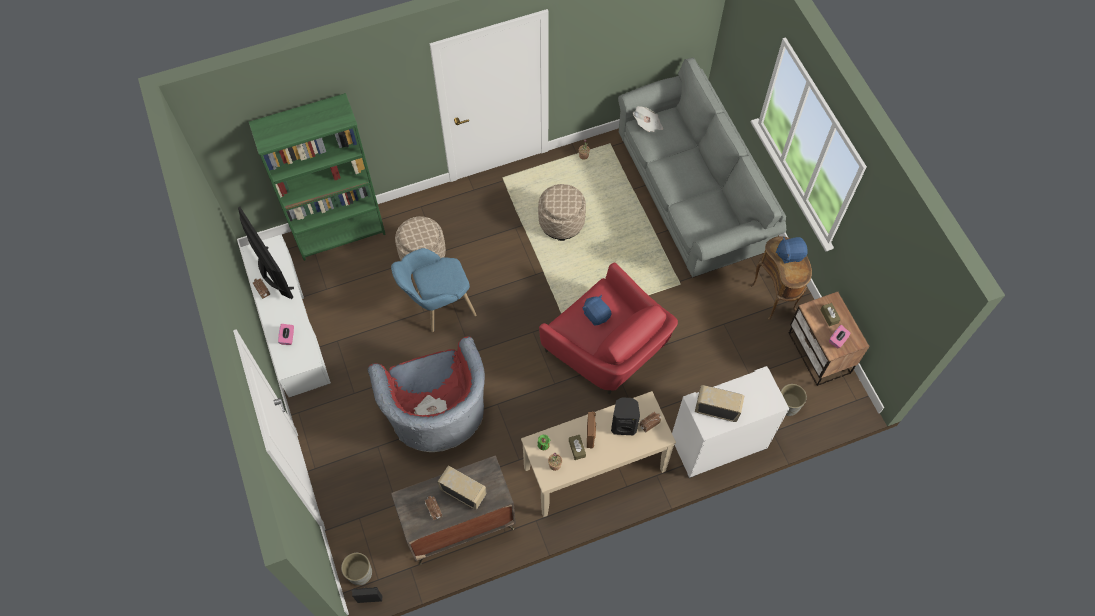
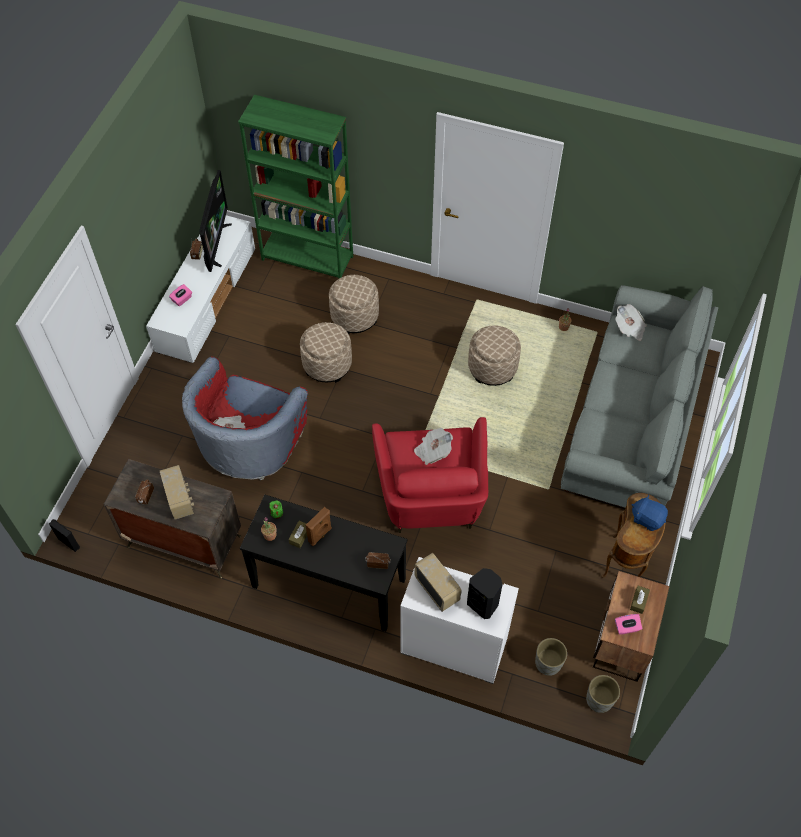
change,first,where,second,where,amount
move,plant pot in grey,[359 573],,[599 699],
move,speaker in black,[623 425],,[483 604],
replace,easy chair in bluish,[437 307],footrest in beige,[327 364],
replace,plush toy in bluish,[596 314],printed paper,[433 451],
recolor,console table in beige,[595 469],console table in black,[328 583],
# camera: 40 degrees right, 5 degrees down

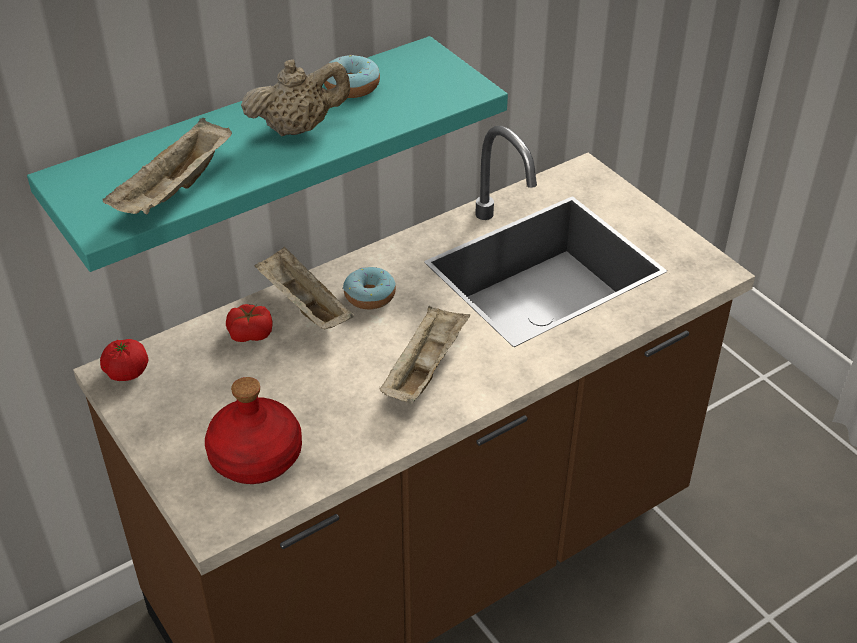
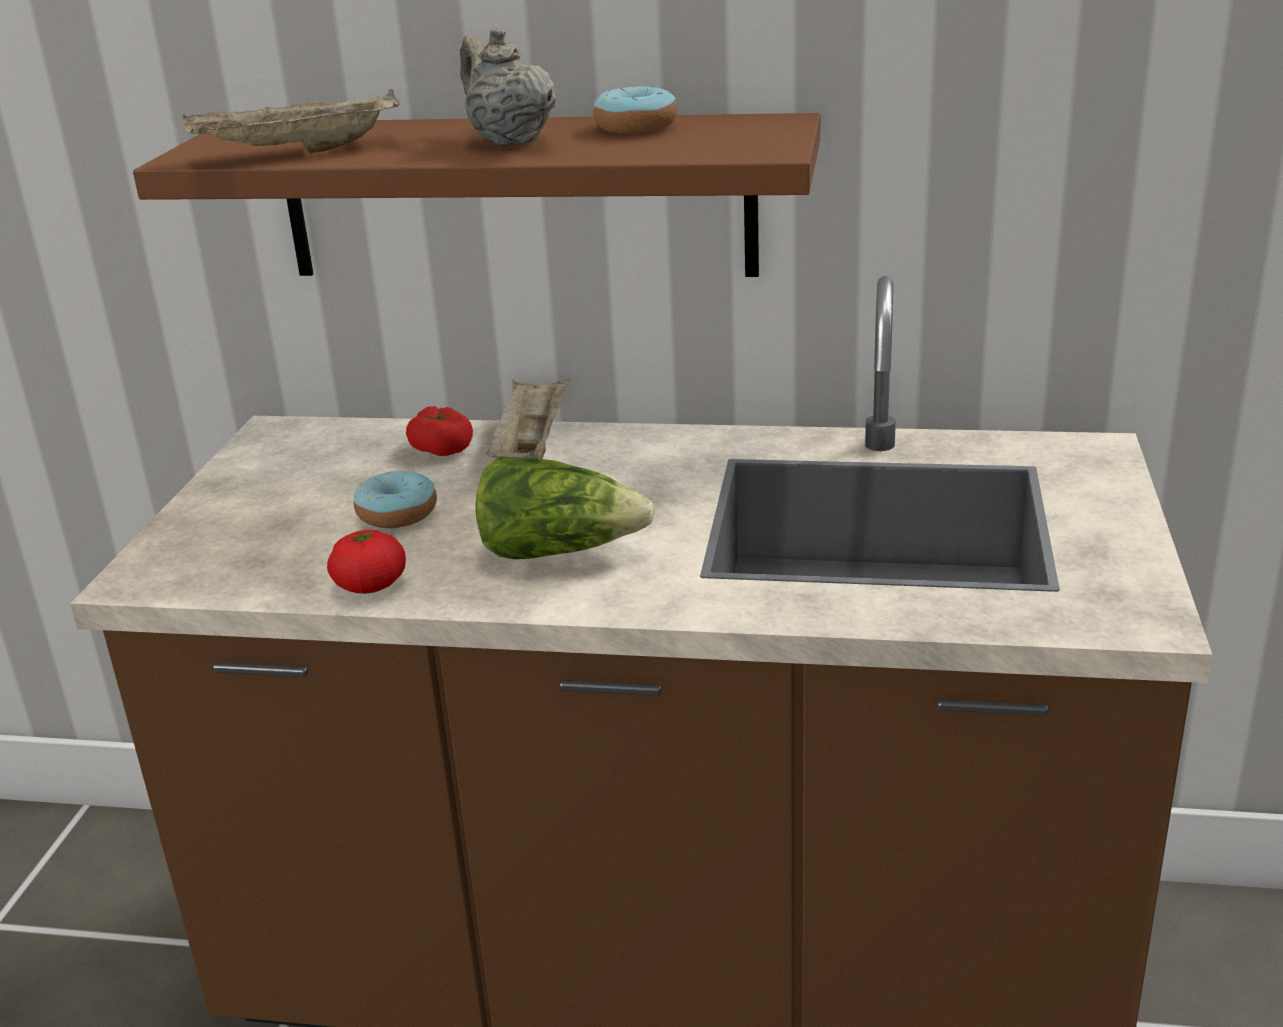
change,first,where,second,where,amount
delete,bottle in red-coloured,[255 457],,,
move,fresh tomato,[127 372],,[370 585],
move,doughnut,[369 296],,[397 514],
replace,tray in beige,[425 369],lettuce,[559 551],
recolor,wall shelf in turquoise,[250 148],wall shelf in brown,[516 198],
rotate,tea pot in beige,[298 128],,[508 141],150 degrees counterclockwise
# camera: 45 degrees right, 15 degrees down

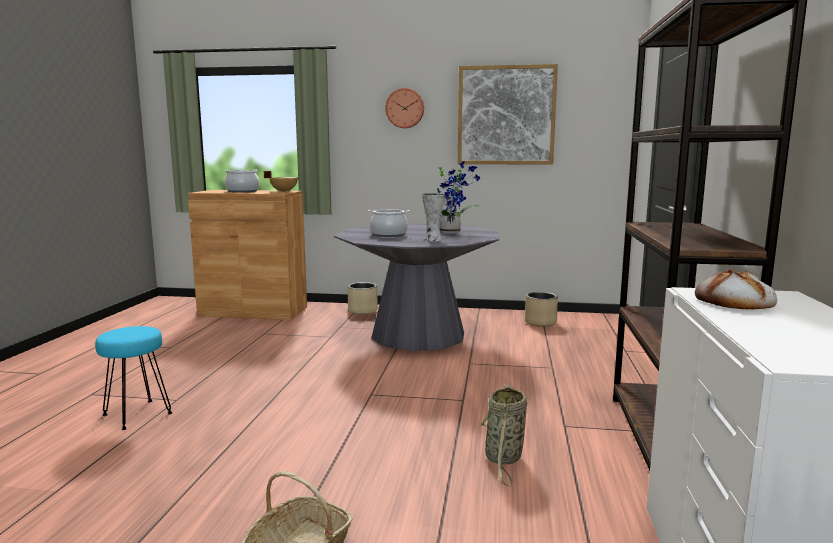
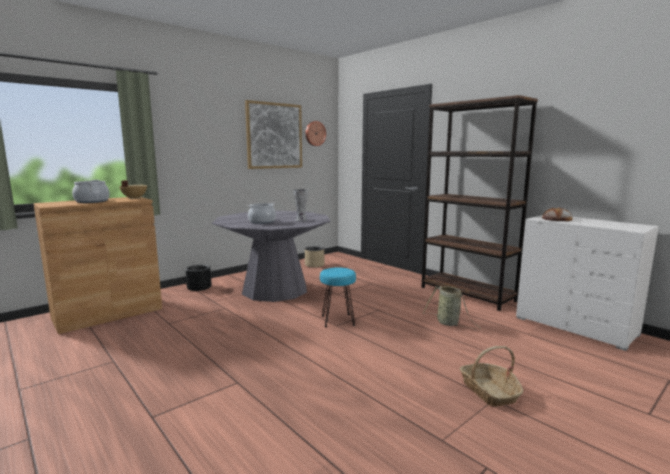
change,first,where,second,where,amount
delete,houseplant,[452 232],,,
move,stool in turquoise,[136 415],,[337 321],
move,hanging clock,[405 108],,[315 133],
recolor,plant pot in beige,[362 311],plant pot in black,[199 287],
# camera: 50 degrees left, 0 degrees up

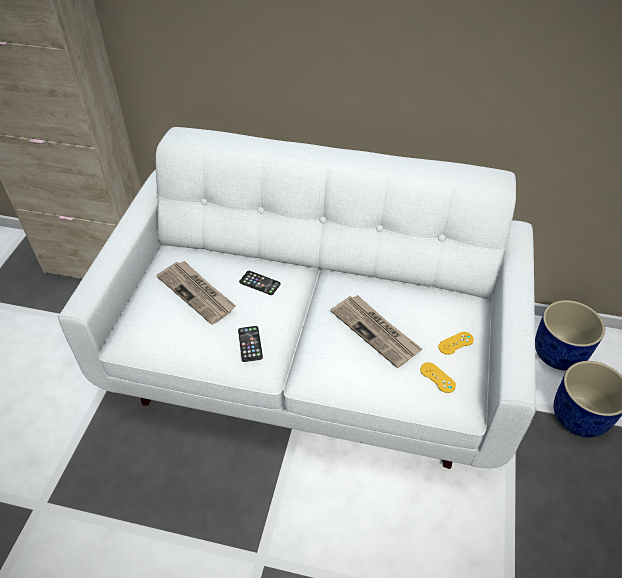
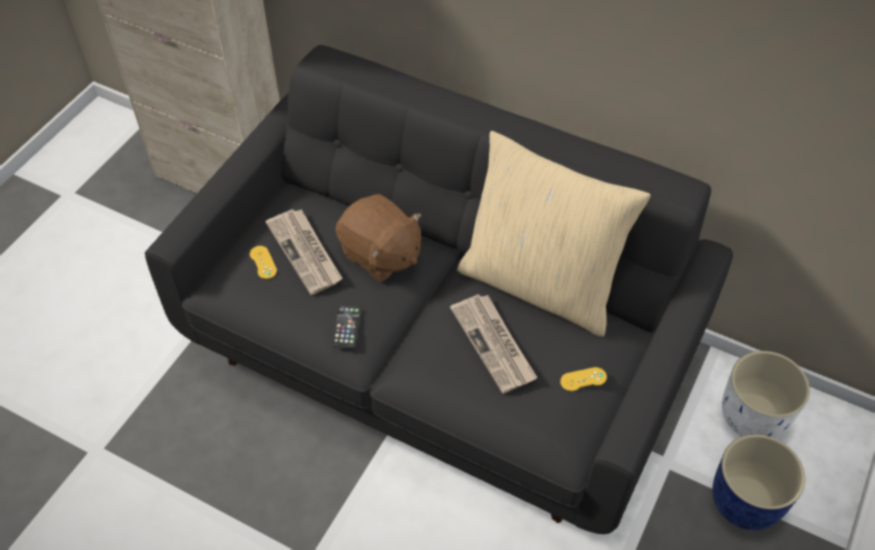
change,first,where,second,where,amount
insert,,,cushion in beige,[540 284],
move,gamepad in yellowish,[437 377],,[263 262],
replace,phone,[259 283],plush toy in brown,[380 255],
recolor,couch in white,[312 359],couch in black,[439 354],
recolor,plant pot in bluish,[559 353],plant pot in white,[754 417],
# camera: 15 degrees right, 5 degrees up

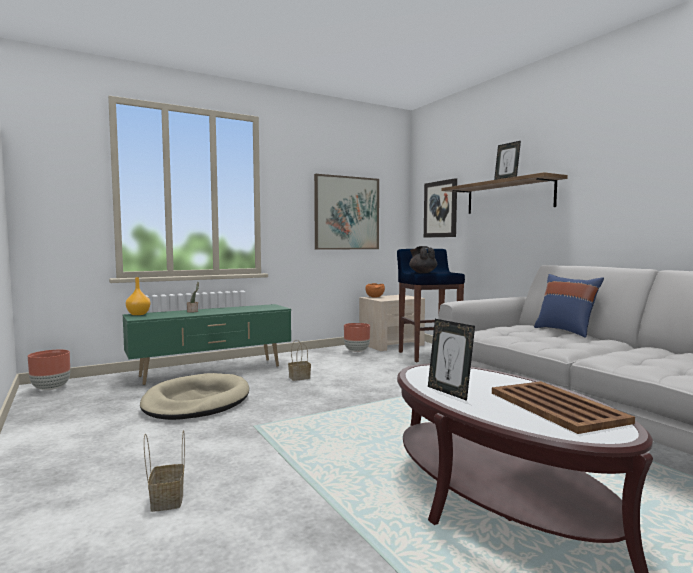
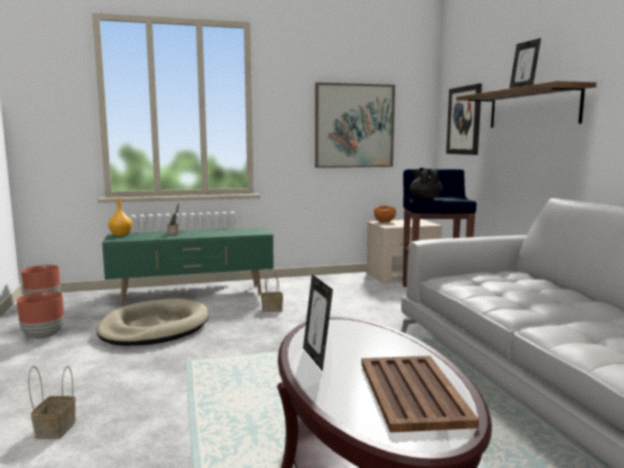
change,first,where,second,where,amount
delete,cushion in bluish,[566 331],,,
move,plant pot in brown,[356 351],,[43 336],
# camera: 15 degrees right, 5 degrees up

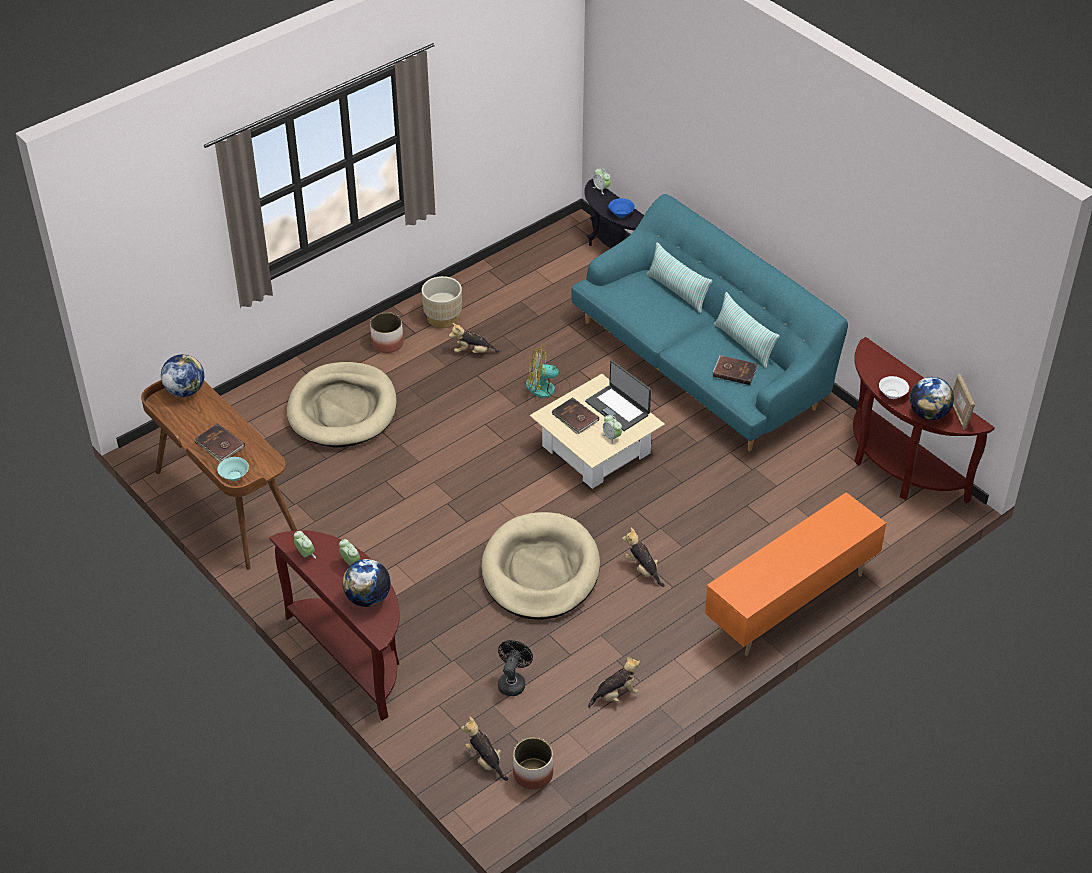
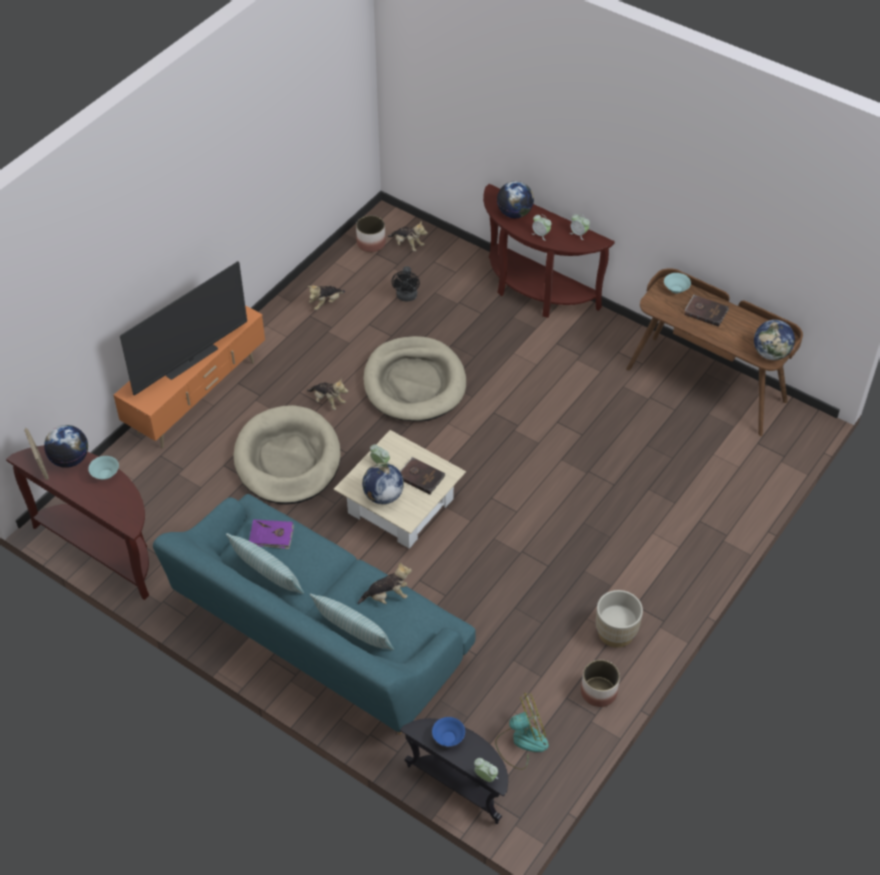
change,first,where,second,where,amount
insert,,,TV set,[191 361],
move,pet bed in beige,[342 409],,[287 459],
move,plant pot,[387 343],,[599 692],
move,plush toy,[473 352],,[387 596],
move,fan,[547 388],,[521 742],
replace,laptop,[618 408],world globe,[383 496],
recolor,volume in brown,[734 371],volume in purple-coloured,[271 536],
recolor,deep dish in white,[892 394],deep dish in turquoise,[105 474],
# camera: 165 degrees right, 5 degrees up

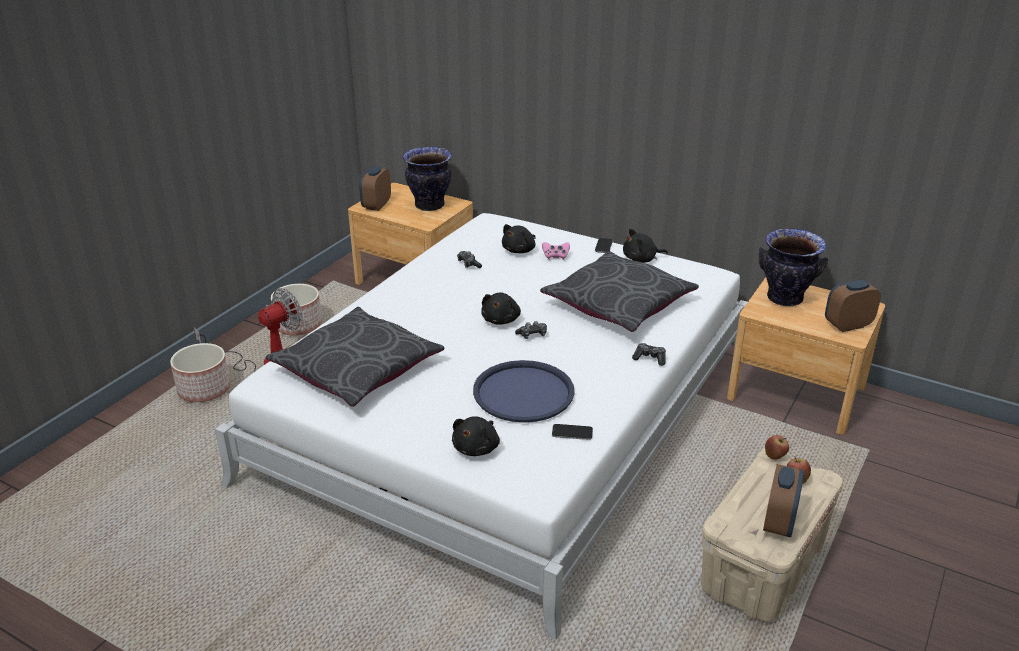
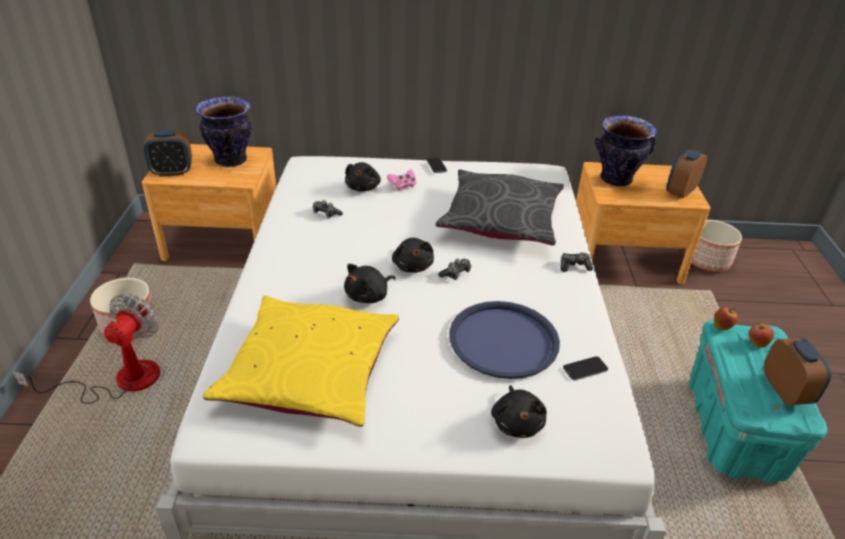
change,first,where,second,where,amount
move,plant pot,[204 390],,[707 261],
move,plush toy in black,[641 259],,[369 296],
recolor,cushion in grey,[357 369],cushion in yellowish,[309 371],
recolor,storage bin in beige,[761 567],storage bin in turquoise,[732 427],
rotate,alarm clock,[376 205],,[172 172],90 degrees counterclockwise
# camera: 30 degrees left, 5 degrees up

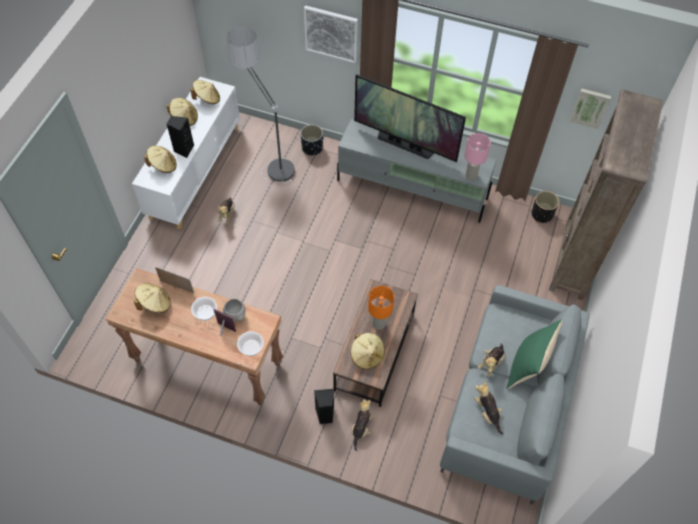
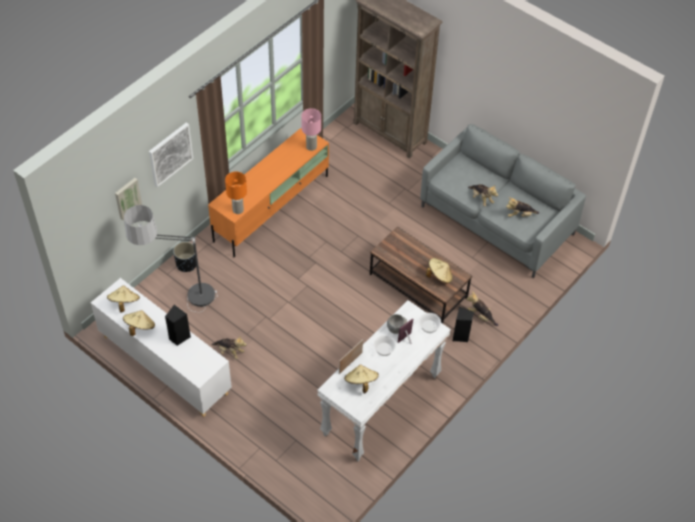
change,first,where,second,where,amount
delete,hat in beige,[163 165],,,
delete,TV set,[405 144],,,
delete,cushion in green,[527 366],,,
delete,plant pot in black,[542 214],,,
move,table lamp in orange-coloured,[378 324],,[238 210],
move,picture,[590 107],,[127 198],
recolor,console table in brown,[207 363],console table in white,[381 406],
recolor,tv stand in grey,[412 190],tv stand in orange-coloured,[272 208],
# camera: 70 degrees left, 5 degrees down

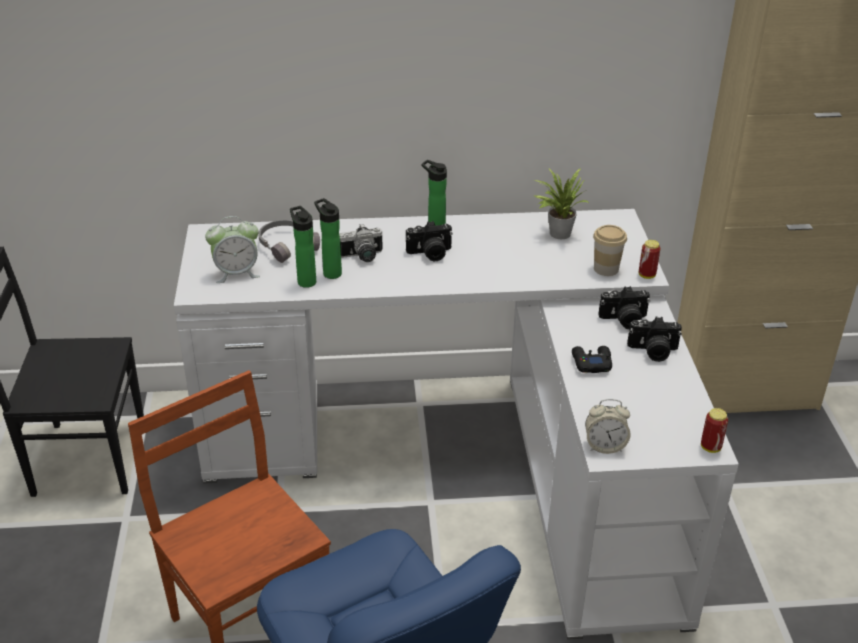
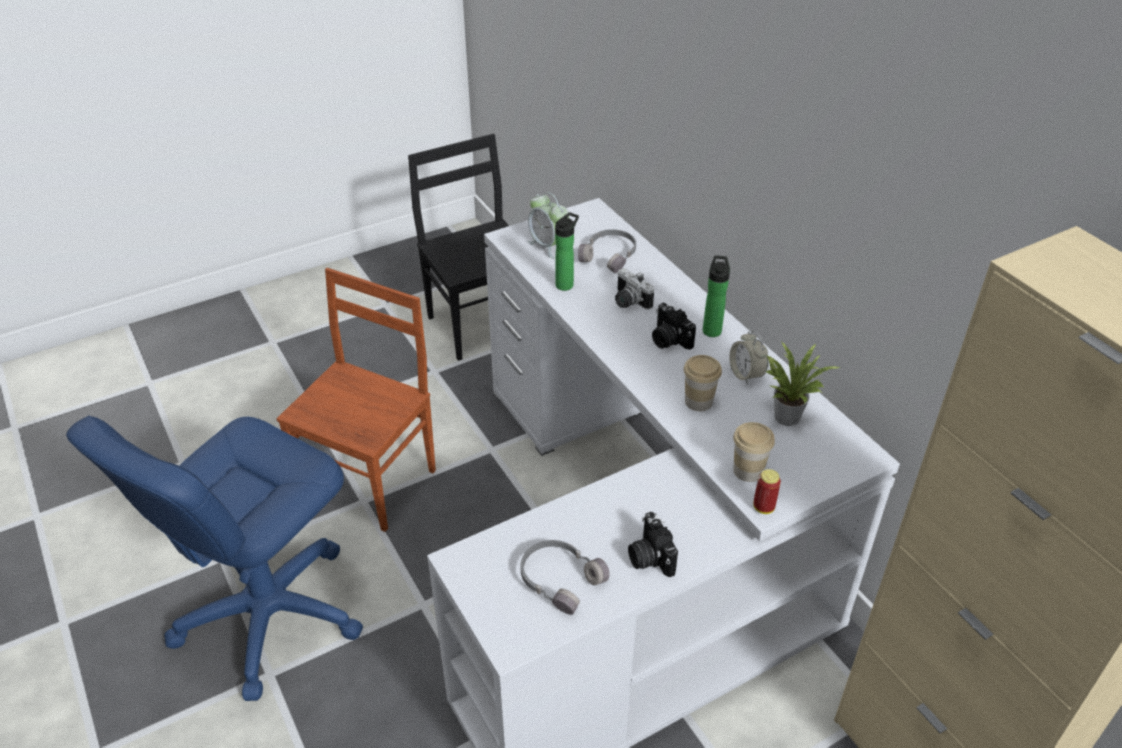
change,first,where,second,where,amount
delete,bottle,[330 272],,,
delete,gamepad in black,[591 363],,,
delete,photo camera,[624 320],,,
delete,sealed can,[710 447],,,
insert,,,headset in grey,[560 579],
insert,,,small cup,[698 401],
move,alarm clock,[605 446],,[746 374],
# camera: 65 degrees right, 5 degrees up

